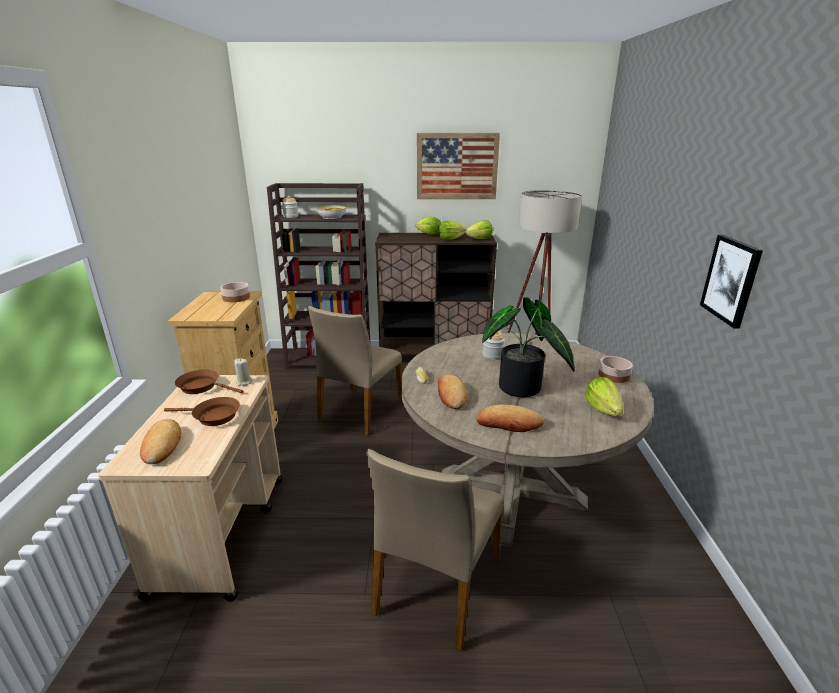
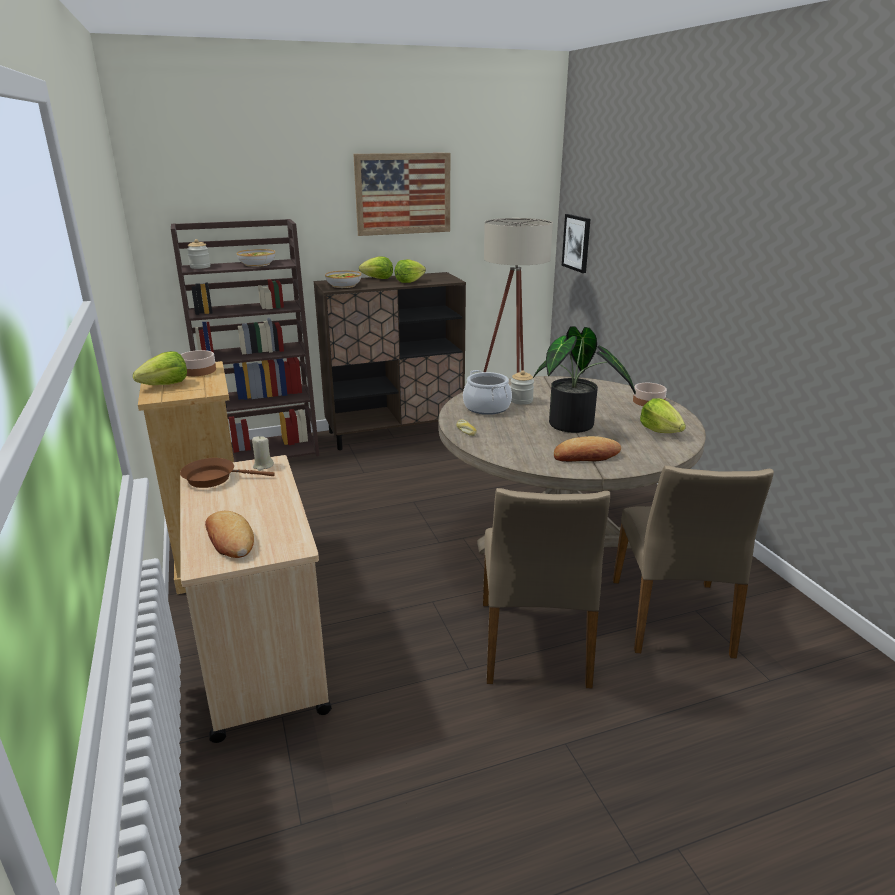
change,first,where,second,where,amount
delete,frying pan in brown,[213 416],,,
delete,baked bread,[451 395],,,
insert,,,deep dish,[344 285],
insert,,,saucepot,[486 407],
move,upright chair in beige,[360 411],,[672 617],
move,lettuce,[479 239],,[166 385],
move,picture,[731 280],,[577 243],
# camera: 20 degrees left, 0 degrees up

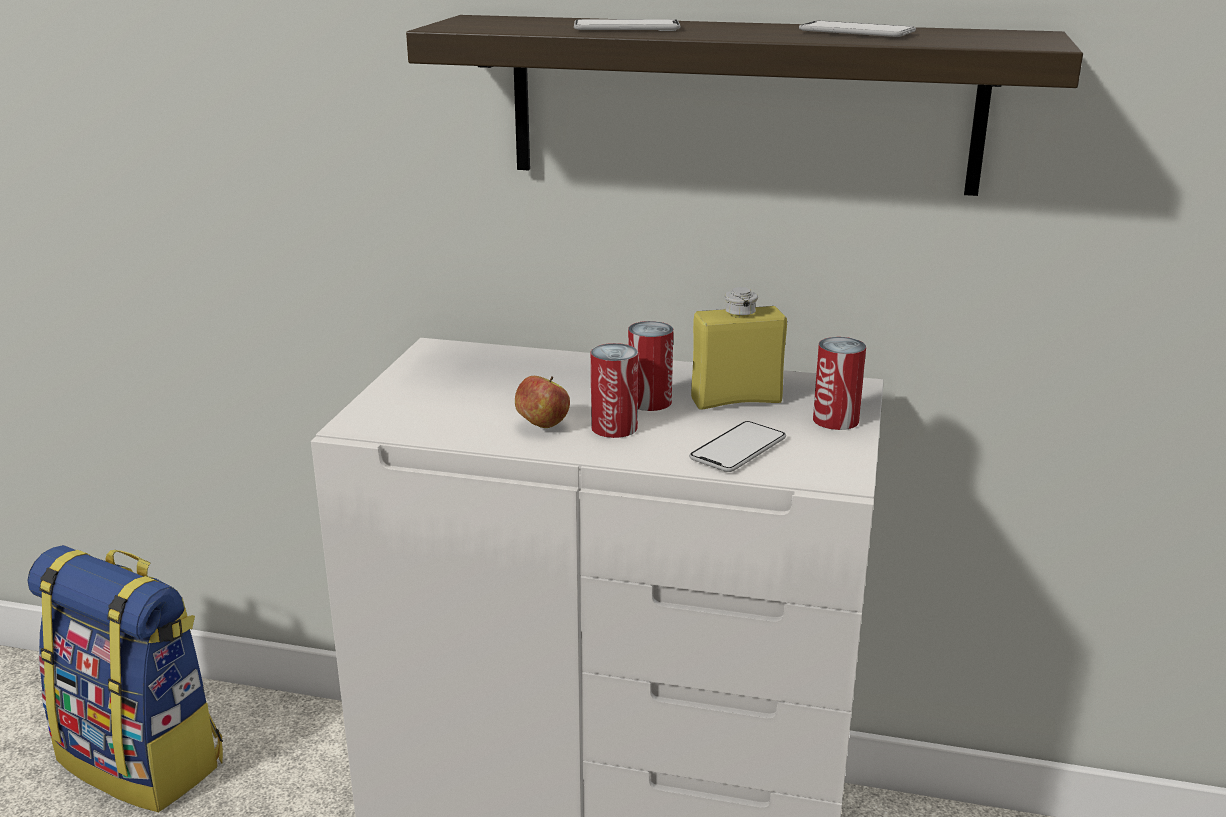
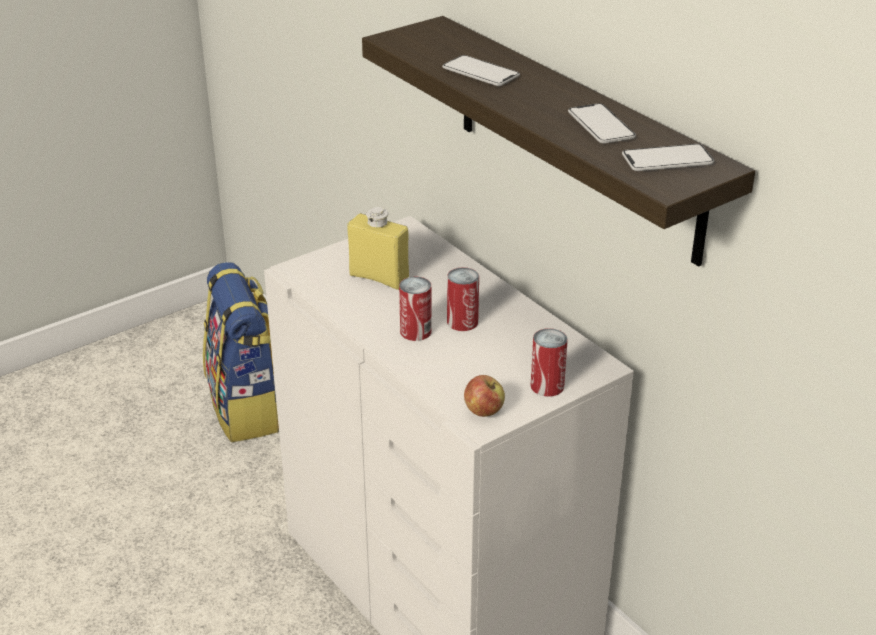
change,first,where,second,where,amount
move,apple,[542 425],,[484 411],
move,phone,[738 449],,[667 160],
move,bottle in yellowish,[736 400],,[379 278],
# camera: 40 degrees right, 10 degrees up

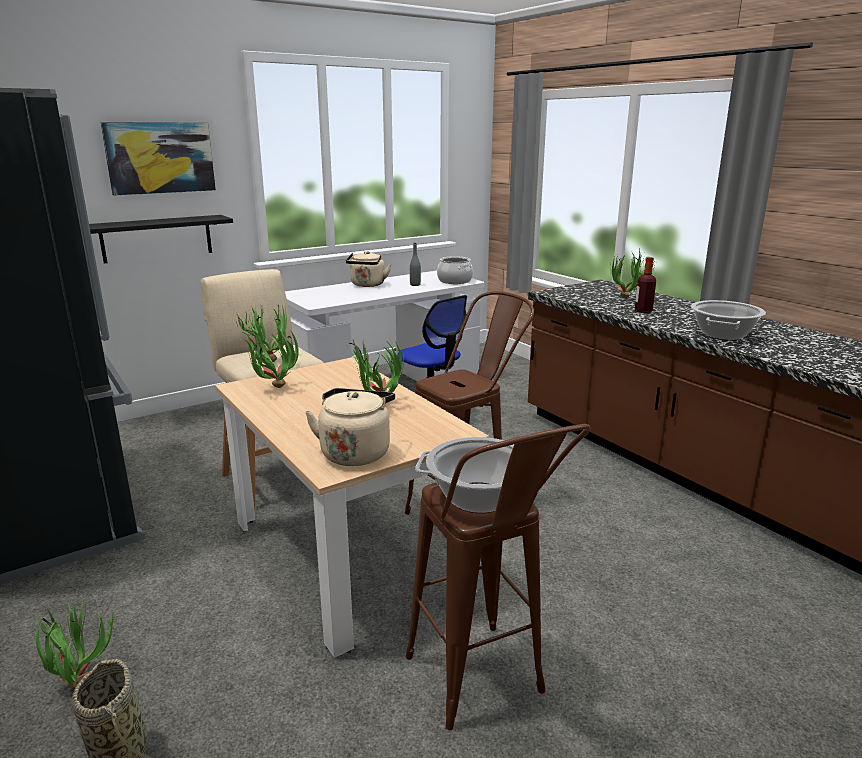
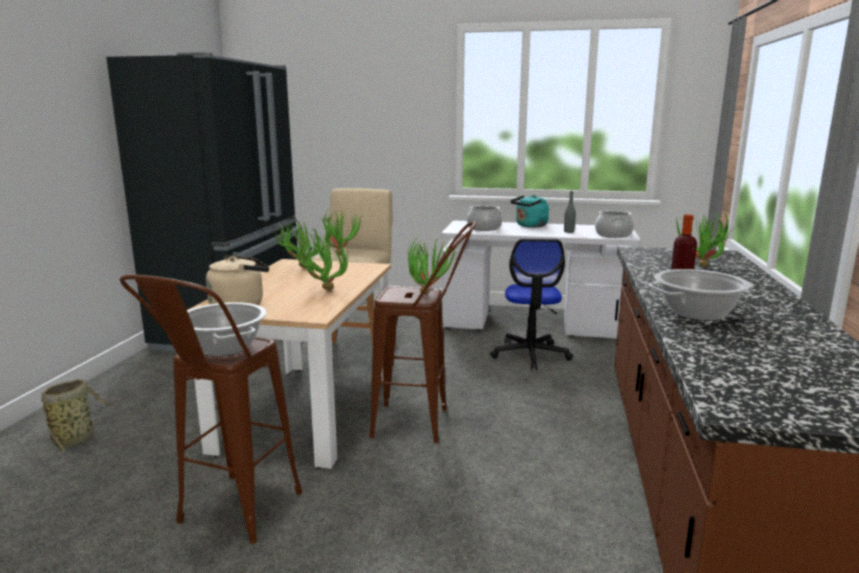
change,first,where,second,where,amount
delete,wall shelf in black,[157 238],,,
delete,picture,[160 158],,,
insert,,,saucepot,[484 228],
move,houseplant,[80 678],,[428 293],
recolor,tea kettle in beige,[367 285],tea kettle in turquoise,[530 226],
# camera: 45 degrees right, 5 degrees down

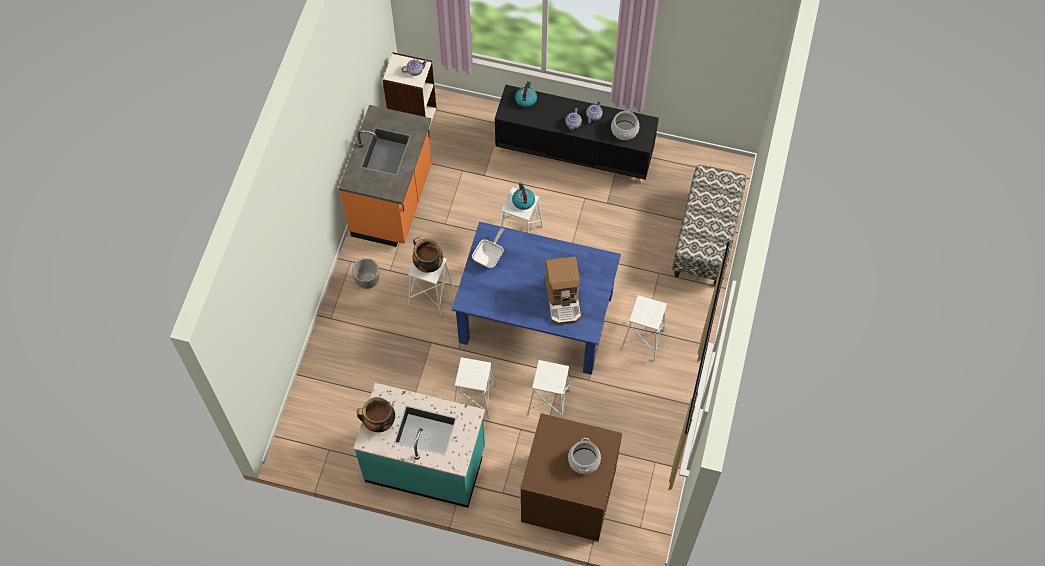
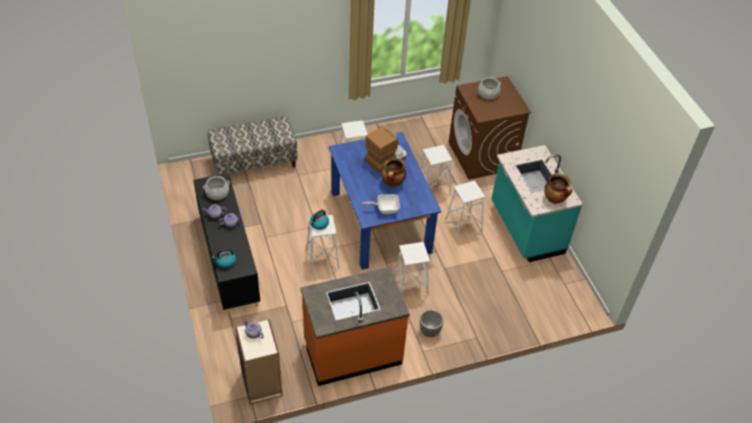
change,first,where,second,where,amount
move,saucepot,[428 264],,[393 183],
# camera: 125 degrees left, 15 degrees down

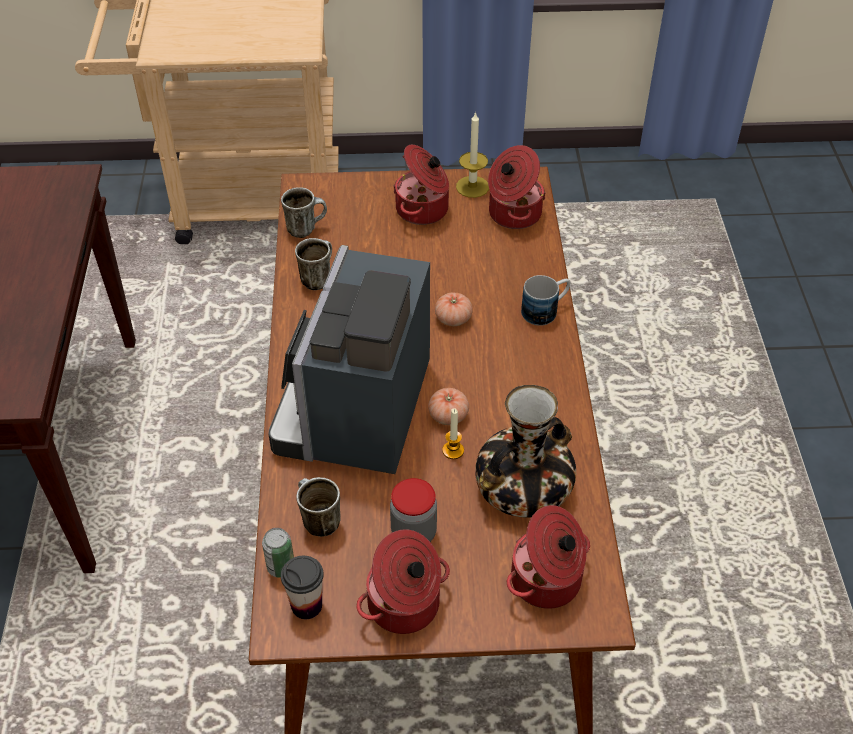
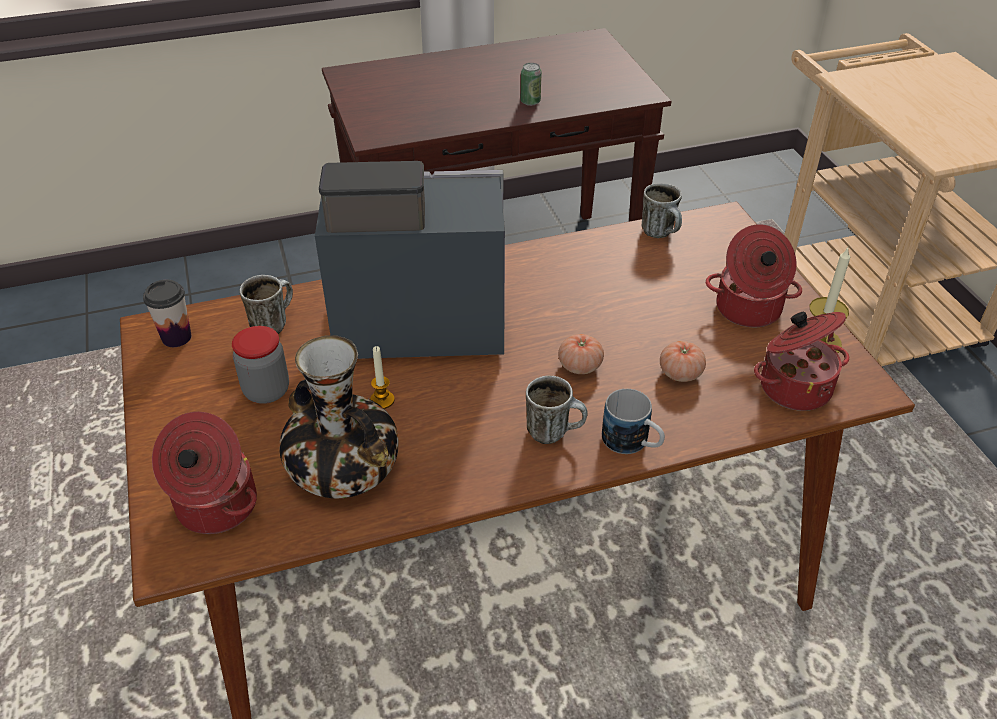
change,first,where,second,where,amount
delete,saucepot,[405 606],,,
move,sealed can,[281 567],,[530 102],
move,tea mug,[317 278],,[554 432],
move,fresh tomato,[448 415],,[680 373],
# camera: 75 degrees right, 5 degrees down

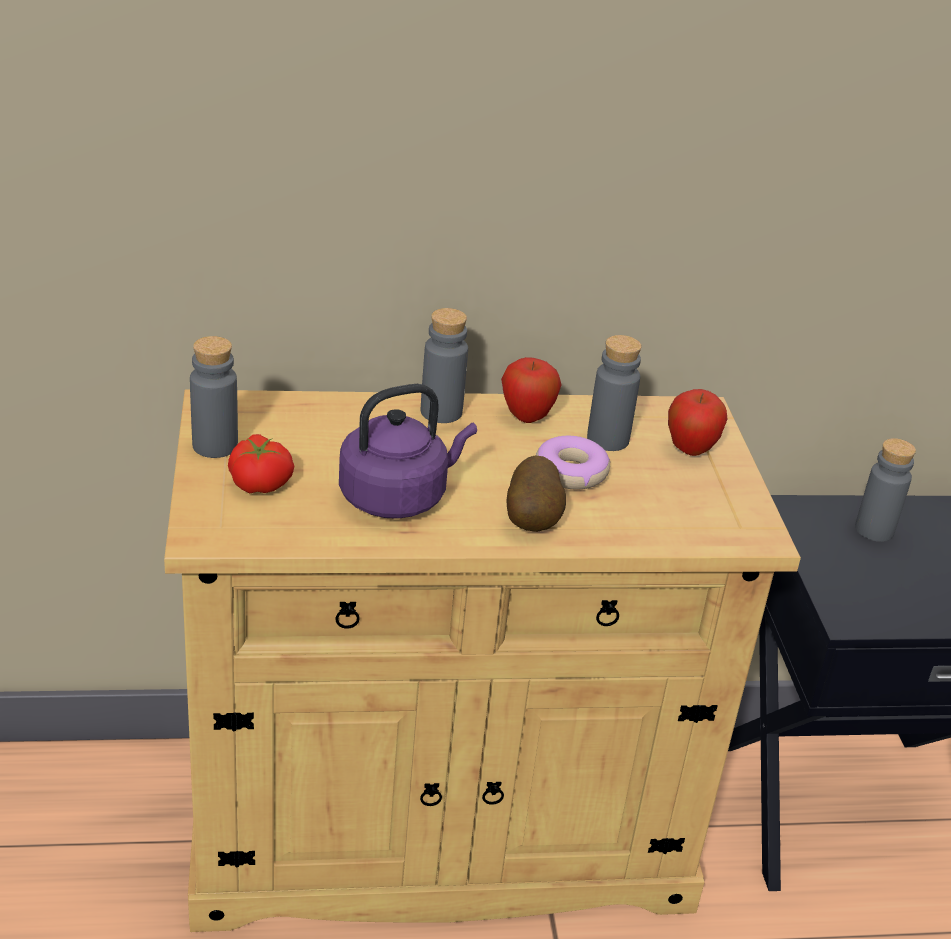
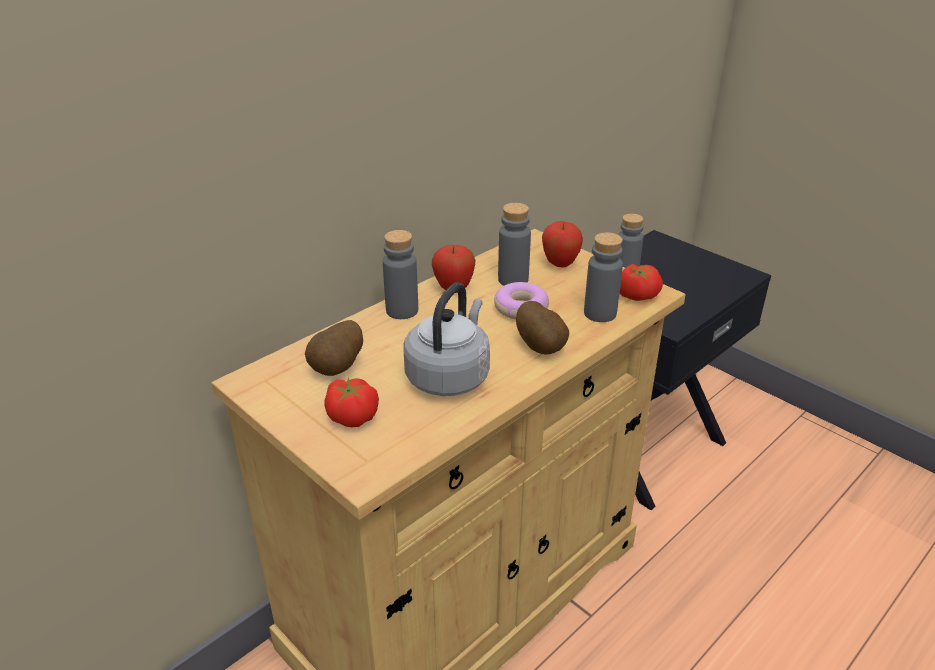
change,first,where,second,where,amount
insert,,,whole potato,[338 369],
insert,,,fresh tomato,[636 294],
move,bottle in grey,[215 445],,[600 313],
recolor,tea kettle in purple-coloured,[398 497],tea kettle in grey,[449 376],
# camera: 35 degrees left, 0 degrees up

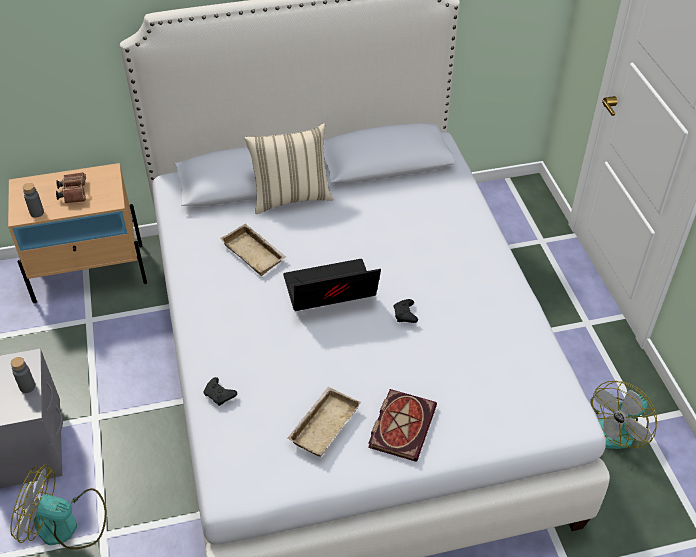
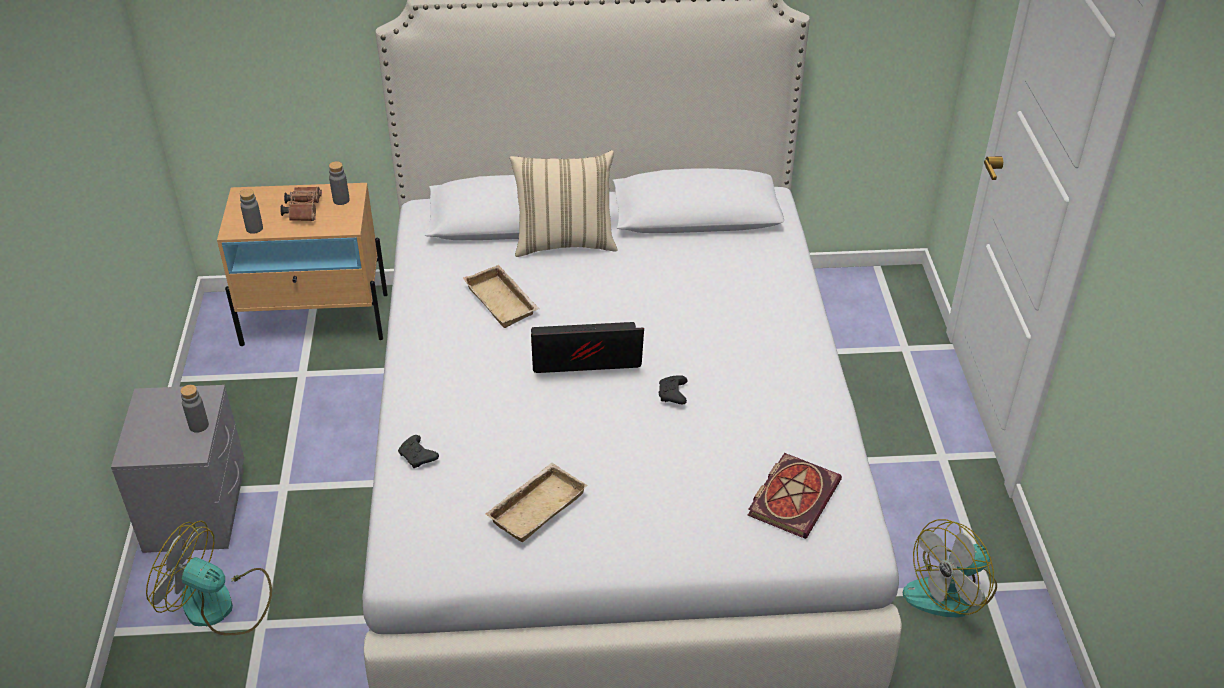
change,first,where,second,where,amount
insert,,,bottle in grey,[341 200],
move,volume,[401 425],,[793 496],
# camera: 10 degrees right, 5 degrees down

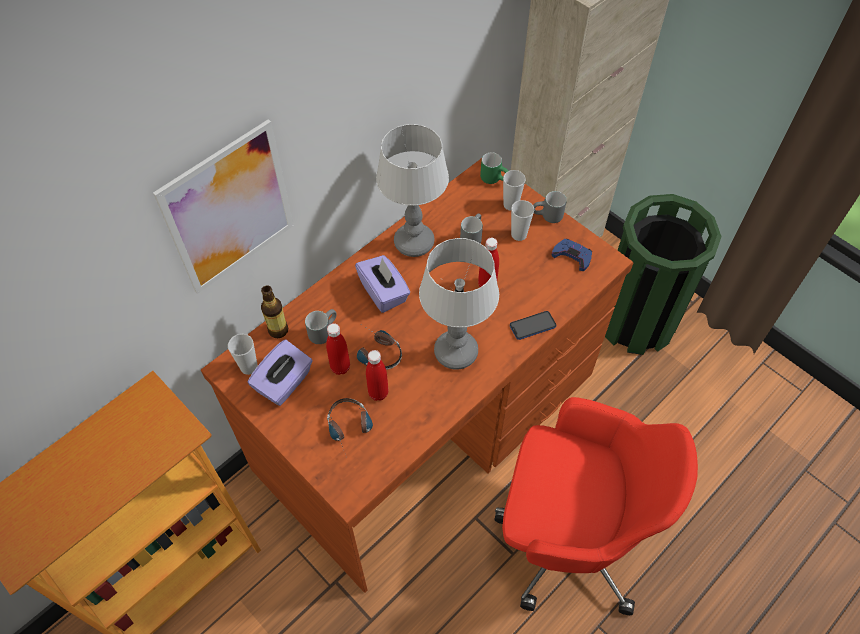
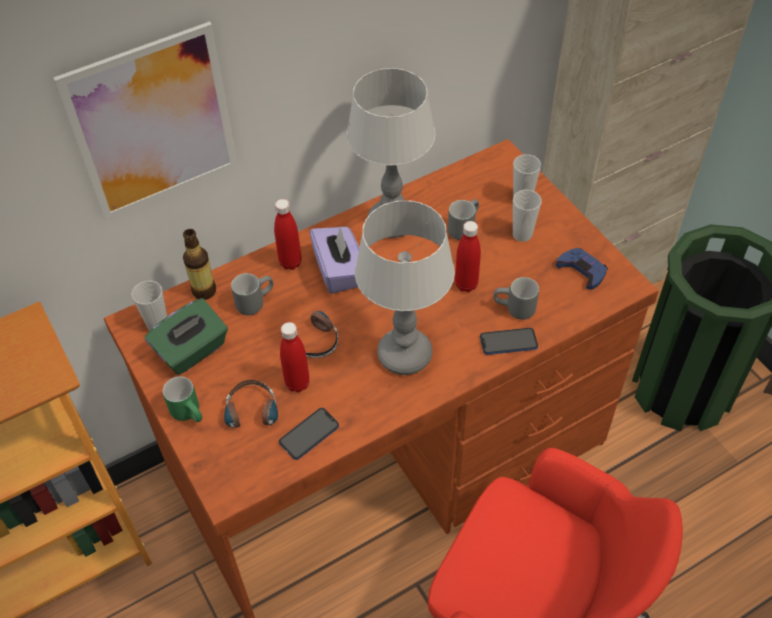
change,first,where,second,where,amount
insert,,,phone,[309 434],
move,bottle in red-coloured,[340 367],,[290 262],
move,tea mug in green,[495 178],,[191 413],
move,tea mug in grey,[547 217],,[514 311],
recolor,box of tissues in purple-coloured,[284 383],box of tissues in green,[192 351],
# camera: 15 degrees right, 5 degrees down

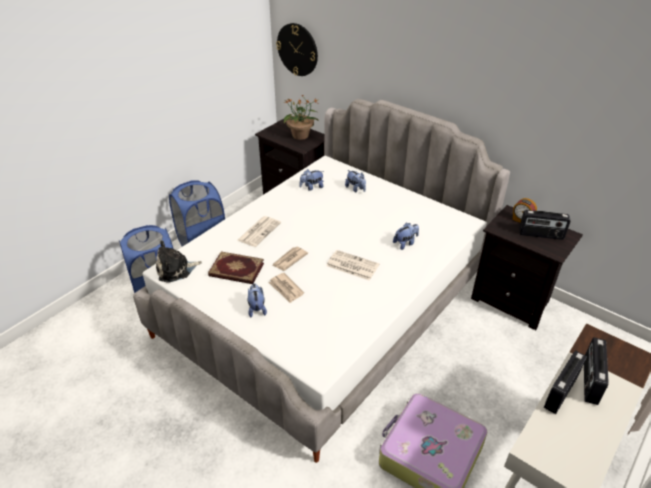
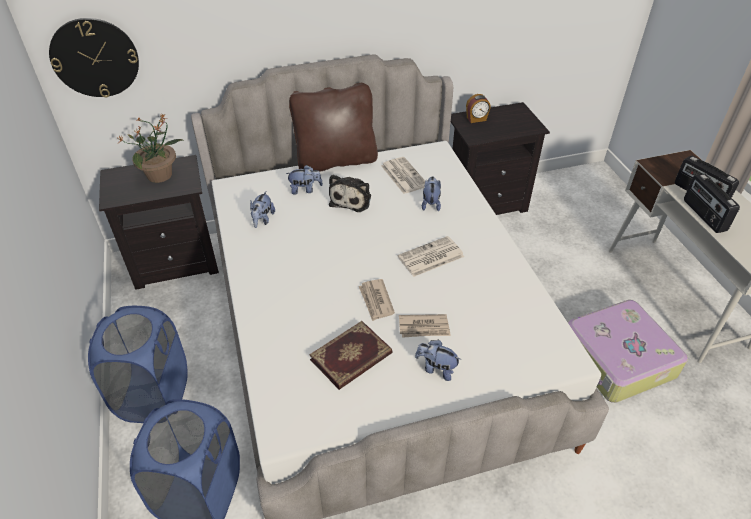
change,first,where,second,where,amount
delete,radio set,[541 235],,,
insert,,,cushion in brown,[336 160],
move,plush toy,[176 269],,[351 199],
move,printed paper,[259 231],,[403 175],
# camera: 55 degrees left, 5 degrees up

